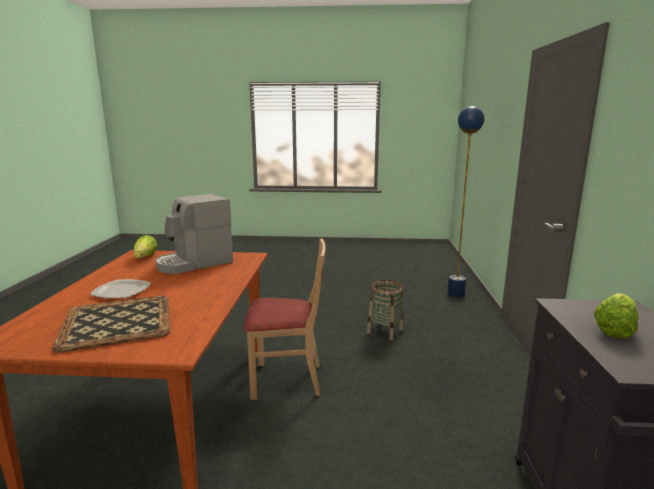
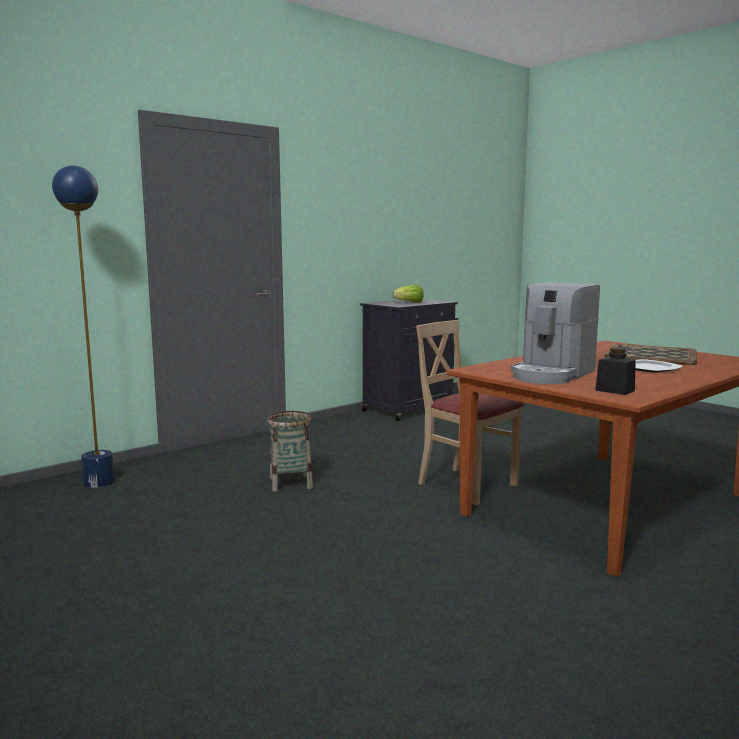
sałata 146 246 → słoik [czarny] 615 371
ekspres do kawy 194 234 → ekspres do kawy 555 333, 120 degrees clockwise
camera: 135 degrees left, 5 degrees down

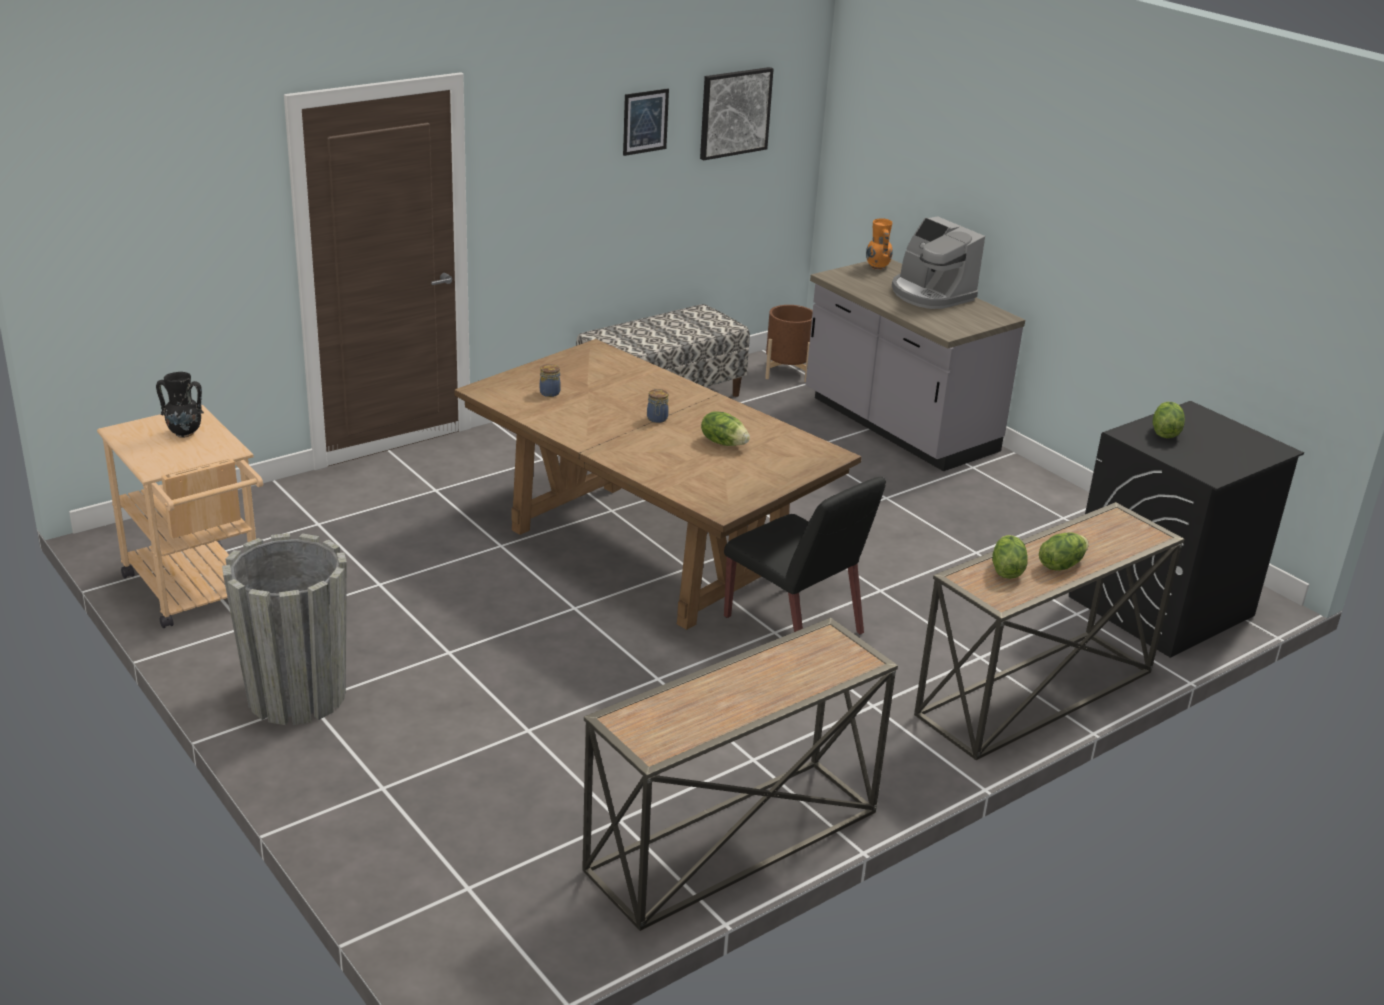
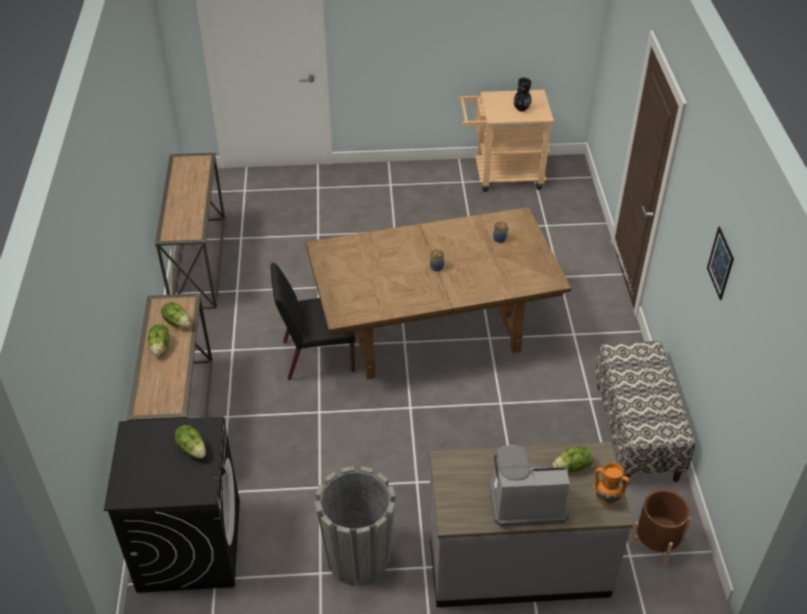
donica [szary] 284 629 → donica [szary] 355 526, shifted
obraz 737 113 → -
sałata 725 428 → sałata 572 459, shifted
camera: 125 degrees right, 15 degrees up

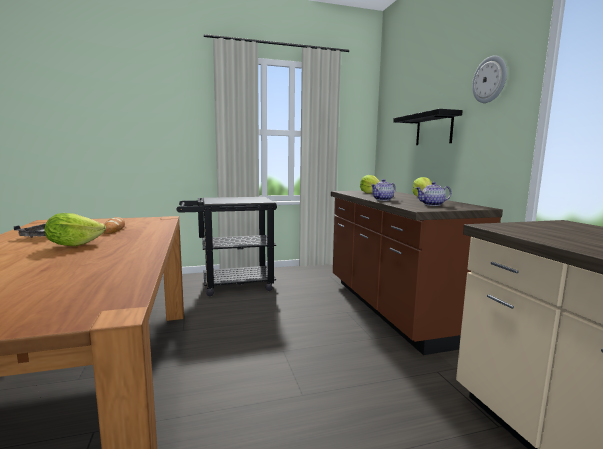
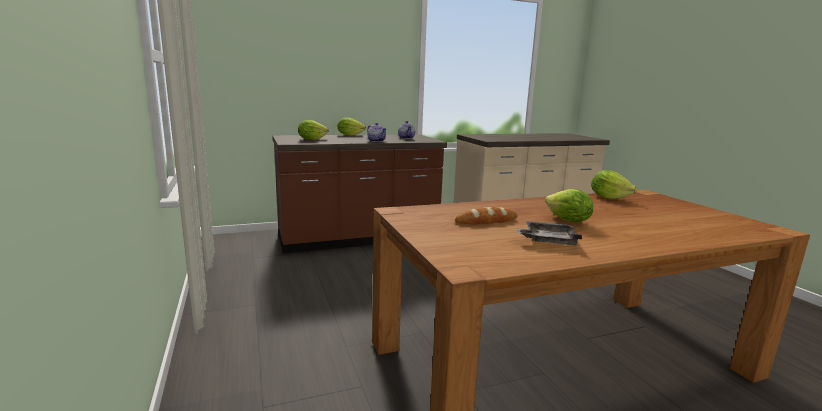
wózek [czarny] 226 246 → -
półka [czarny] 428 127 → -
zegar ścienny 489 79 → -
- → sałata 614 184
camera: 95 degrees left, 5 degrees up

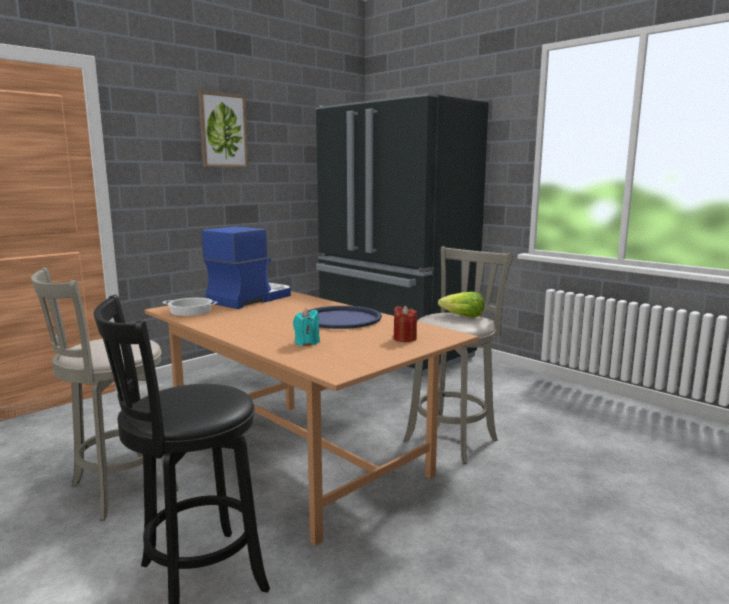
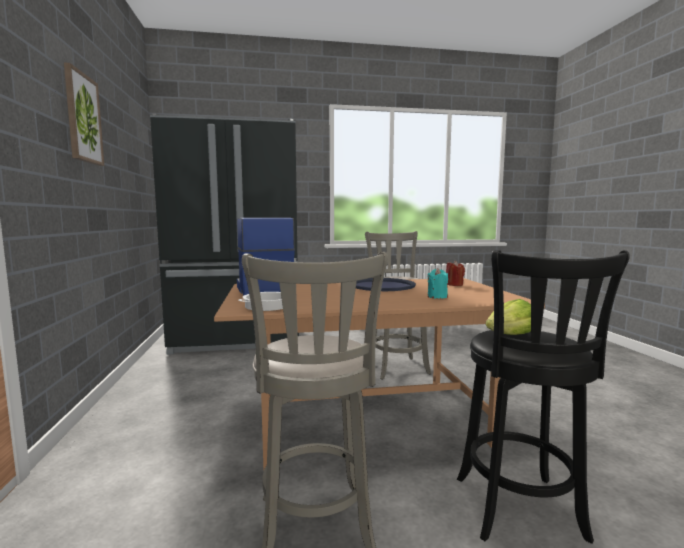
sałata 461 305 → sałata 508 317, shifted
camera: 55 degrees left, 5 degrees down

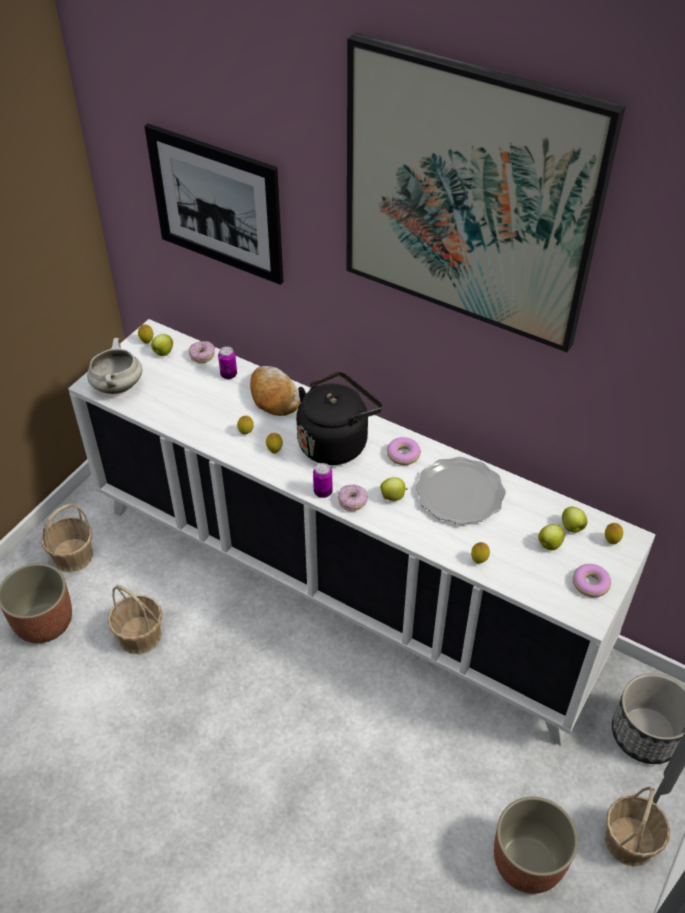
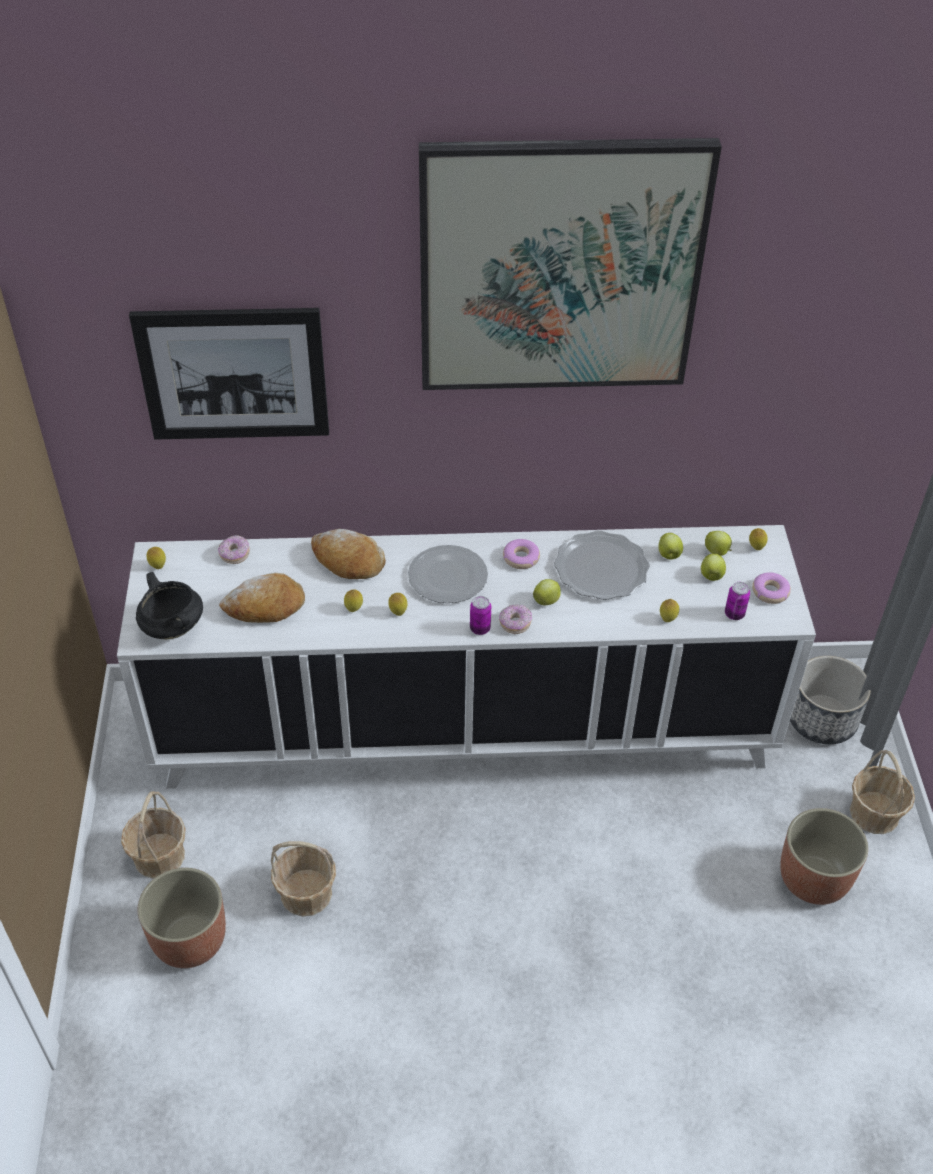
garnek [biały] 114 366 → garnek [czarny] 169 605
jabłko 162 345 → jabłko 670 546, shifted
puszka 227 362 → puszka 737 601, shifted
czajnik [czarny] 339 418 → talerz 448 574
- → chleb 262 598
camera: 35 degrees left, 0 degrees up

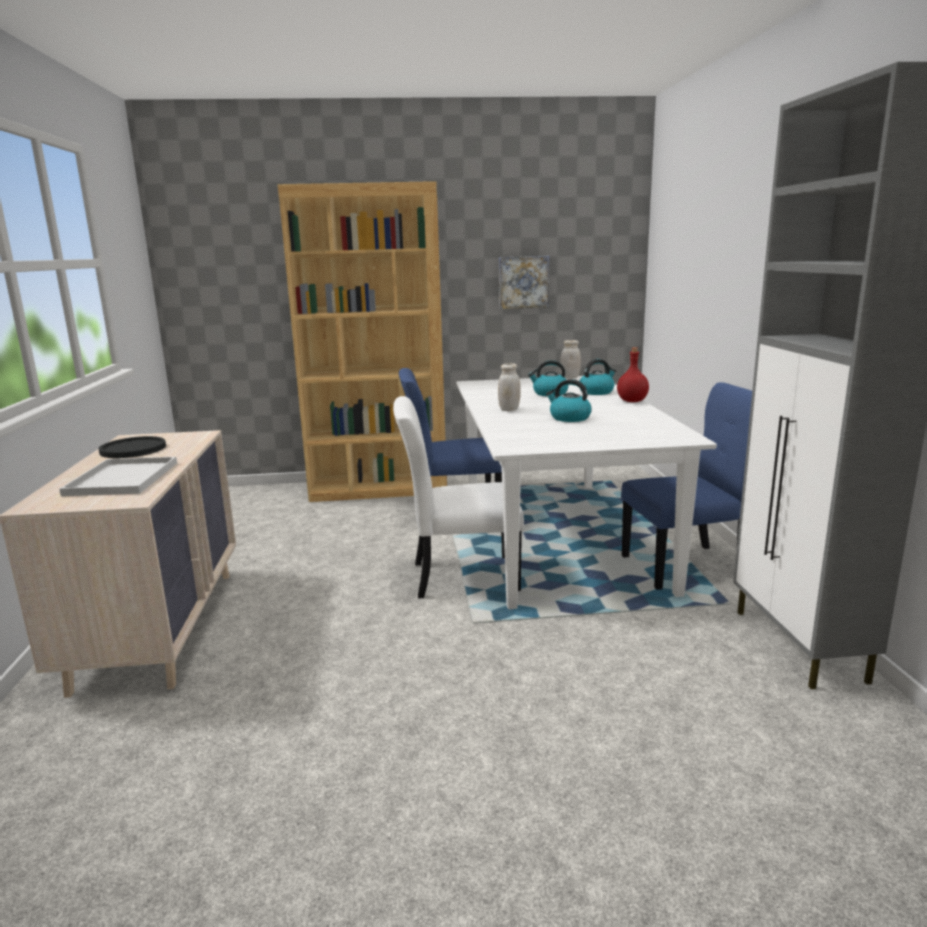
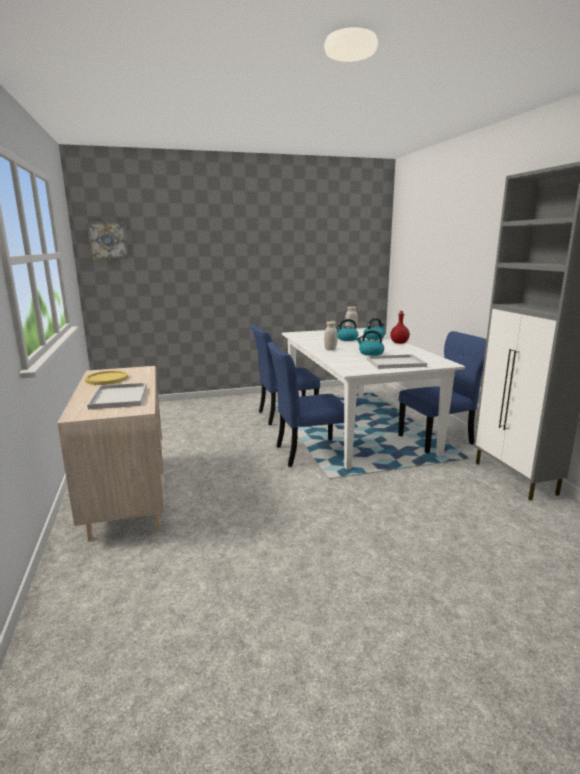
talerz [czarny] 132 447 → talerz [żółty] 106 378
regał [brązowy] 362 341 → -
krzesło [biały] 458 497 → krzesło [niebieski] 305 404
obraz 524 282 → obraz 108 240, shifted
- → taca [biały] 397 361
camera: 10 degrees left, 0 degrees up

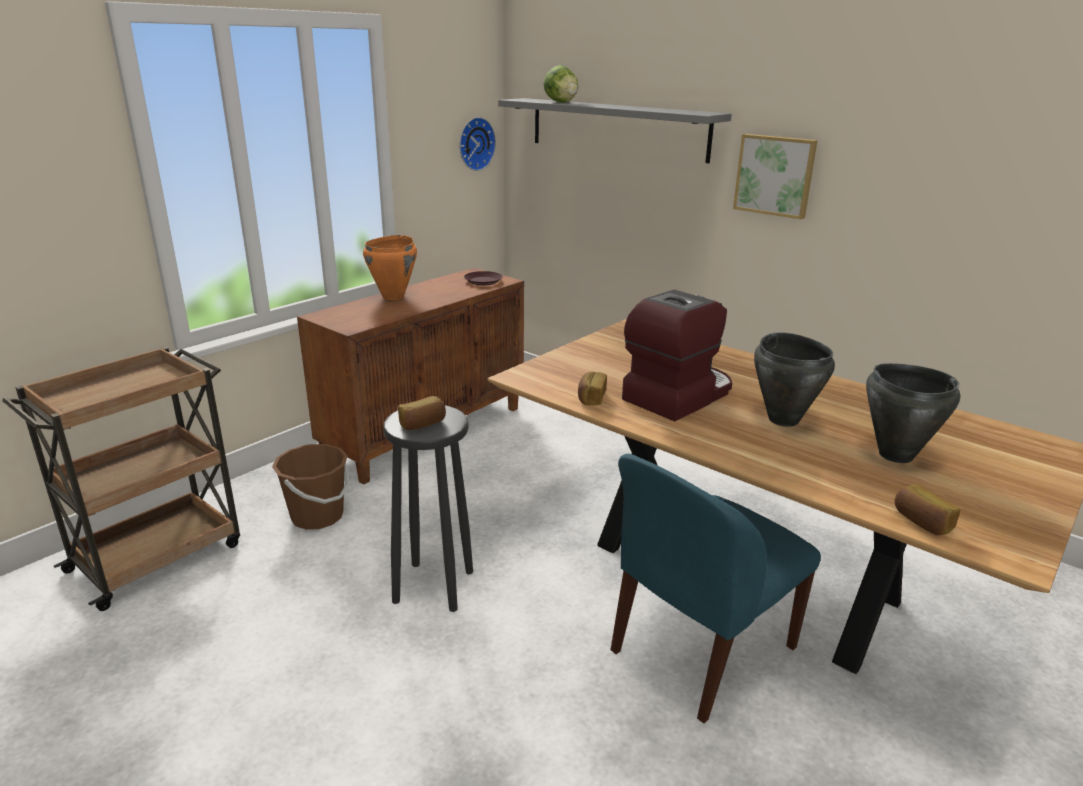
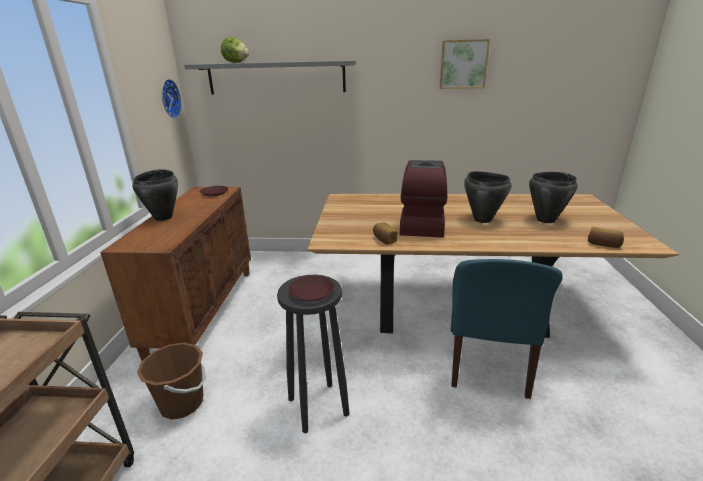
garnek [pomarańczowy] 390 267 → garnek [czarny] 155 195
chleb 422 413 → talerz [brązowy] 311 289
obraz 775 176 → obraz 465 64, shifted
camera: 35 degrees left, 0 degrees up

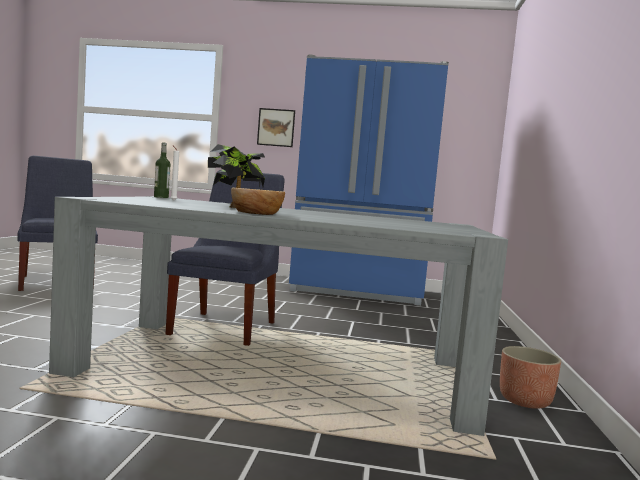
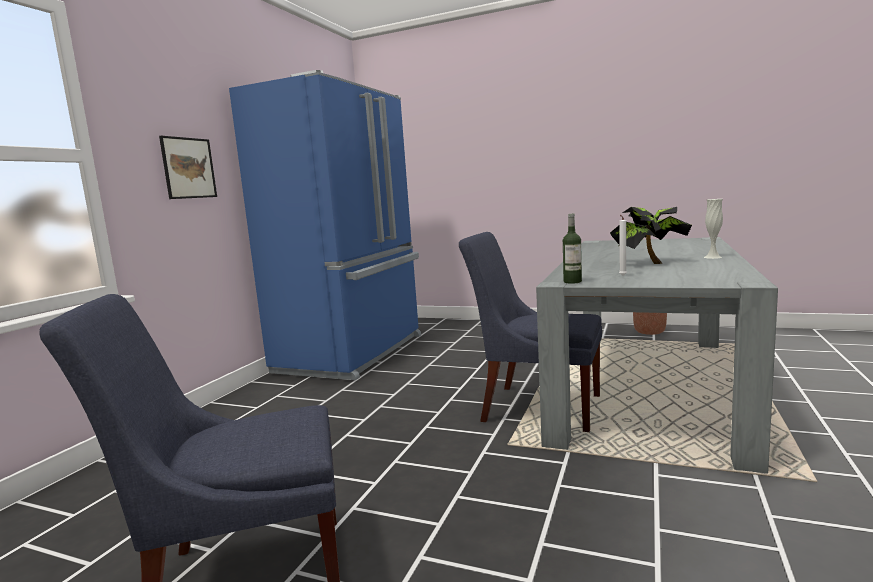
miska 258 201 → wazon [biały] 713 229
camera: 75 degrees left, 5 degrees up

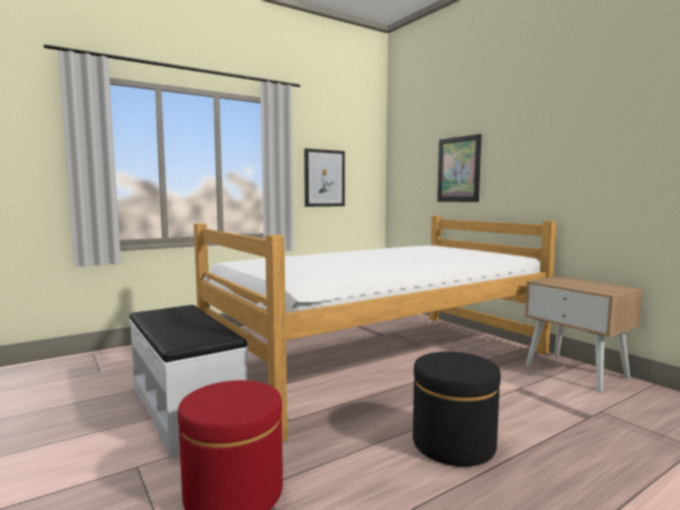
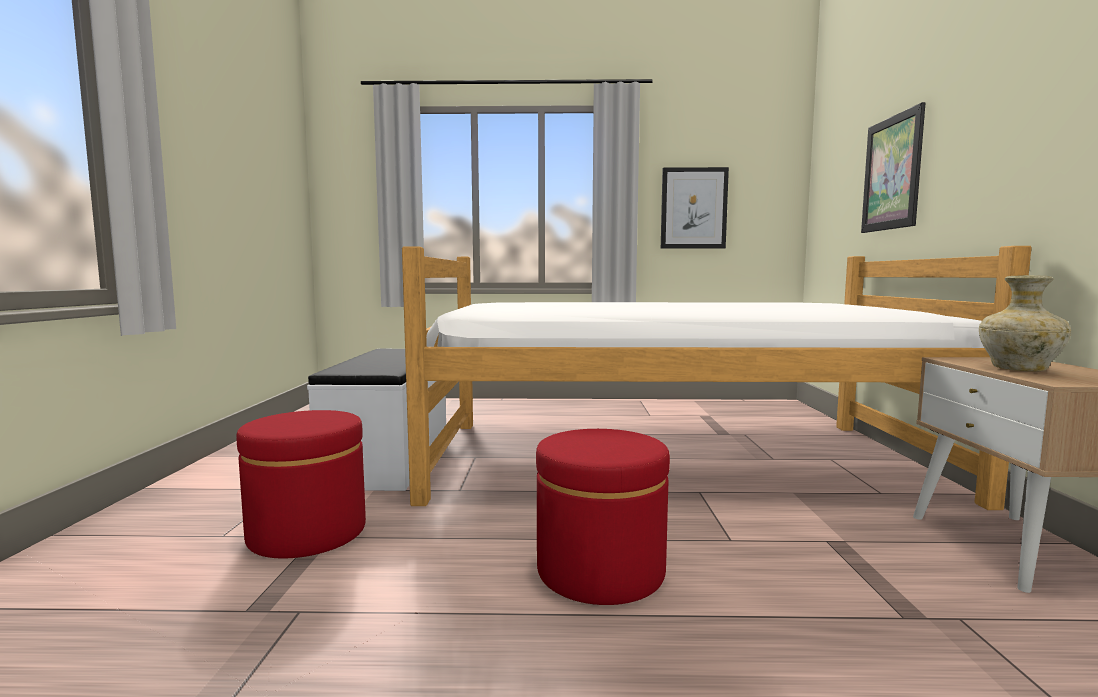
pufa [czarny] 457 409 → pufa [czerwony] 603 517
- → wazon [beżowy] 1025 323
camera: 35 degrees right, 0 degrees up

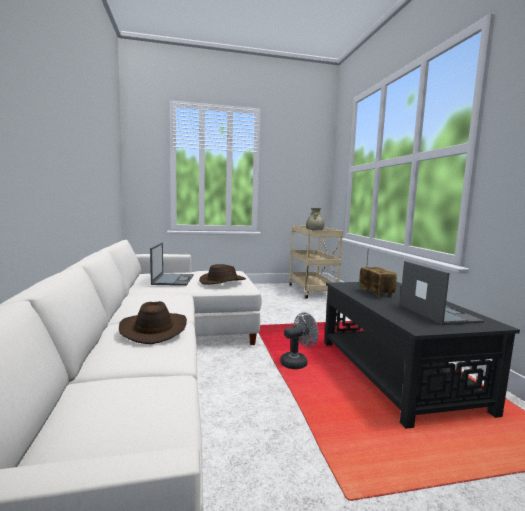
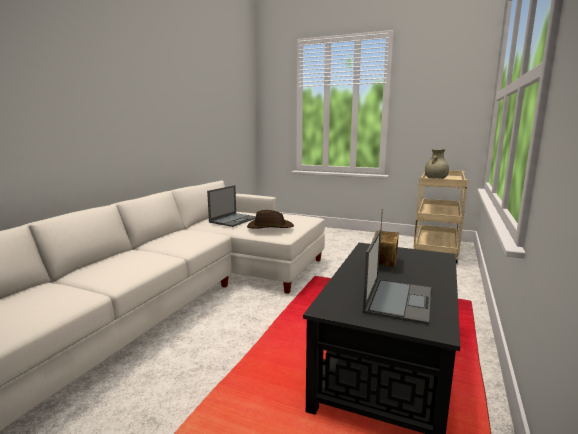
kapelusz [brązowy] 153 322 → -
wentylator [szary] 300 340 → -
camera: 35 degrees right, 5 degrees up

